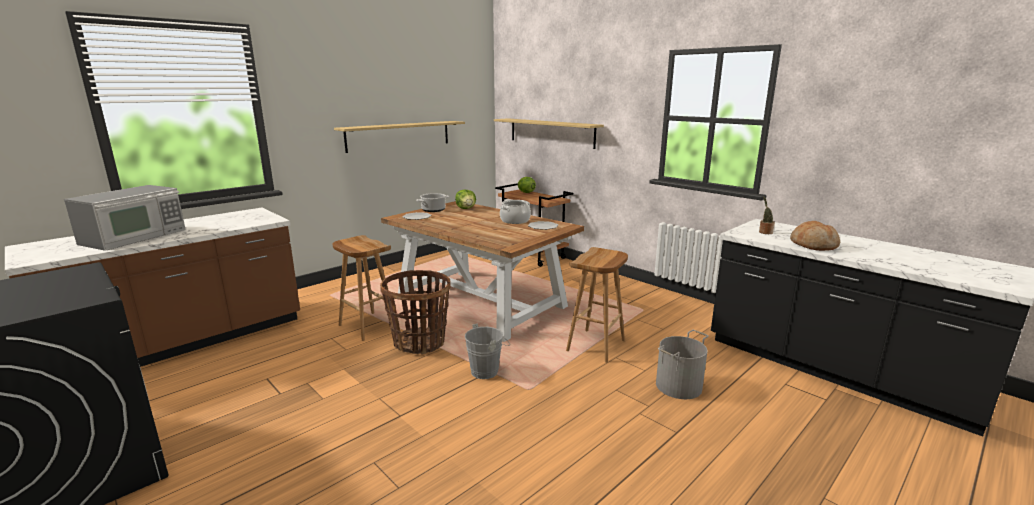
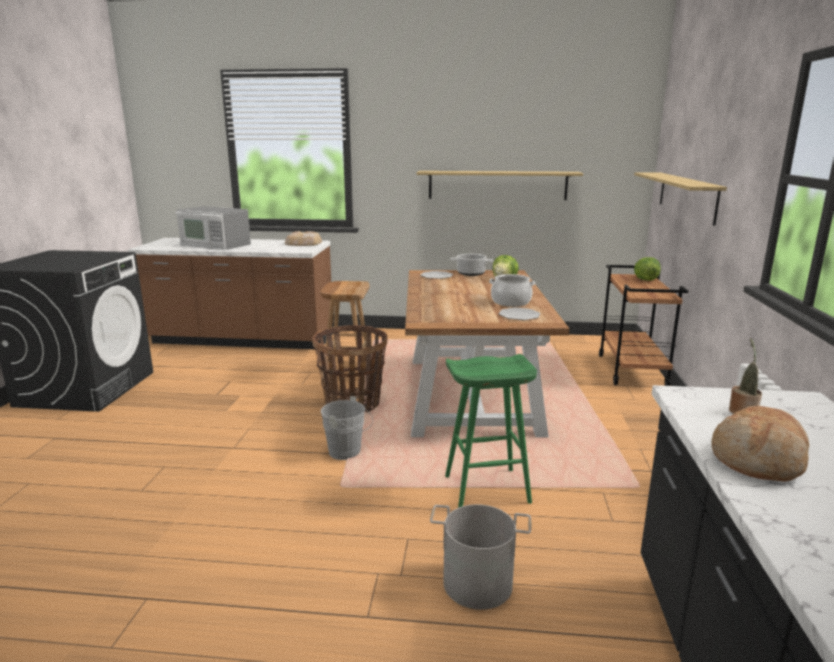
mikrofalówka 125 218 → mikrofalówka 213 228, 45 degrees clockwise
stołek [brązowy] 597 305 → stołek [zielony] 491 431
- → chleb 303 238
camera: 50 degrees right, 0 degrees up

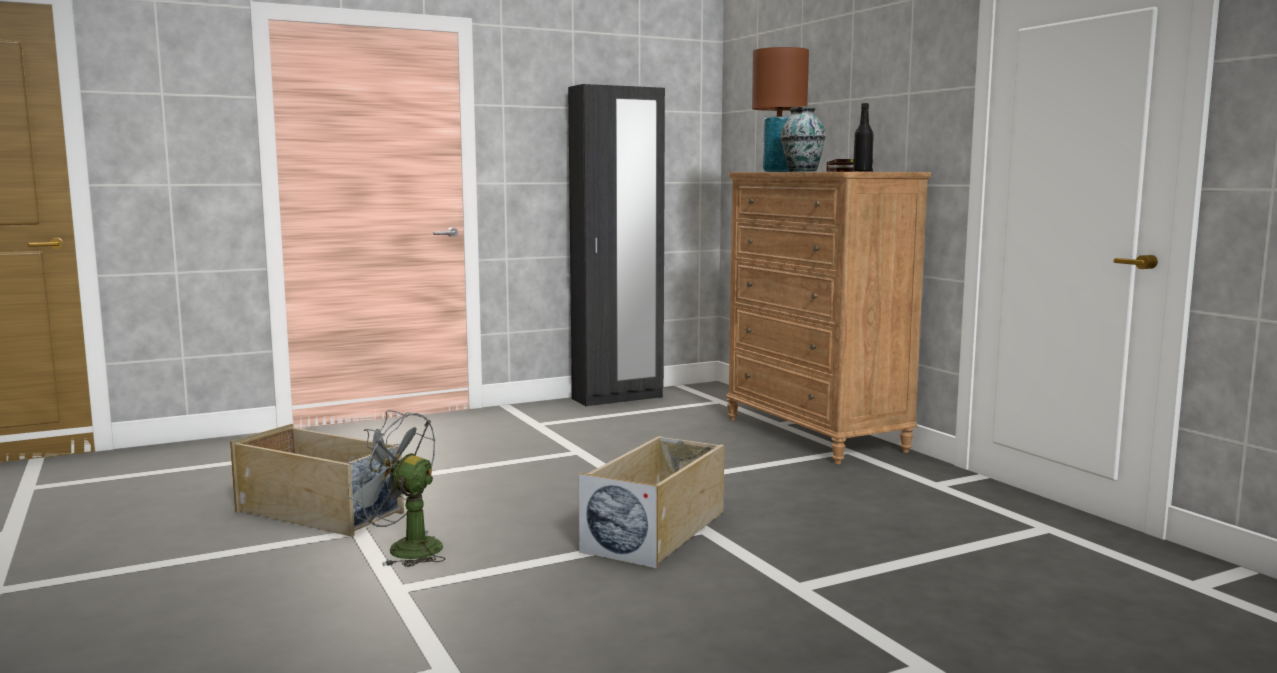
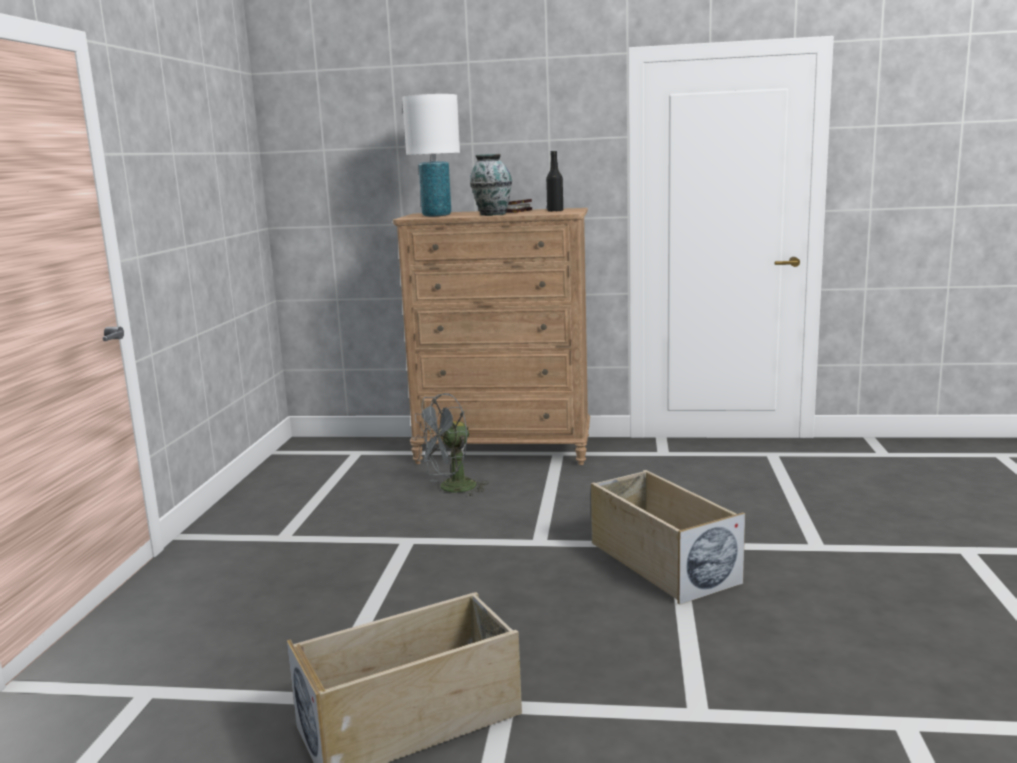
wentylator [szary] 395 488 → wentylator [szary] 451 445, shifted
szafa [czarny] 616 245 → -
lampa stołowa [brązowy] 780 109 → lampa stołowa [biały] 431 155
camera: 55 degrees left, 5 degrees up

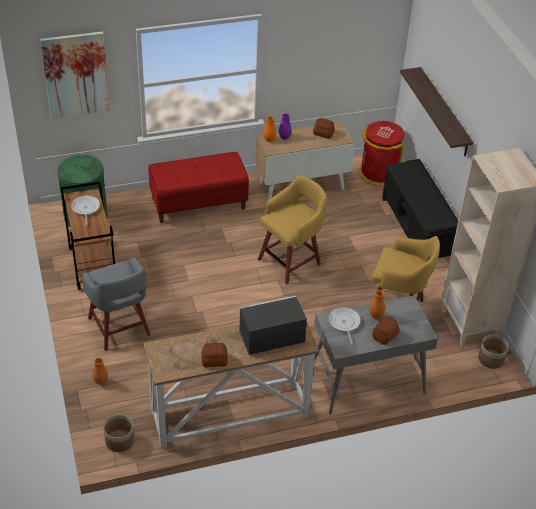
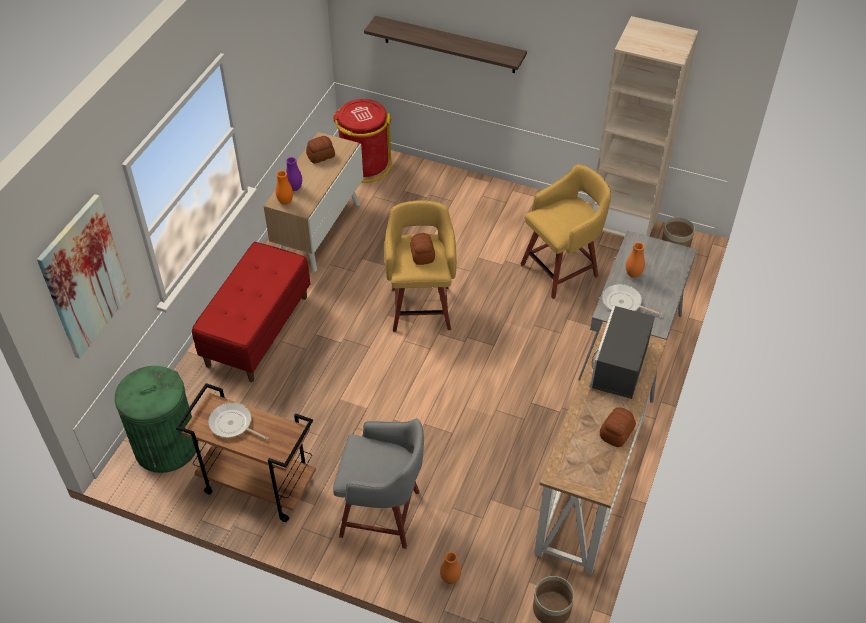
chleb 386 331 → chleb 422 249, shifted
ławka [czarny] 420 208 → -
camera: 50 degrees left, 5 degrees up

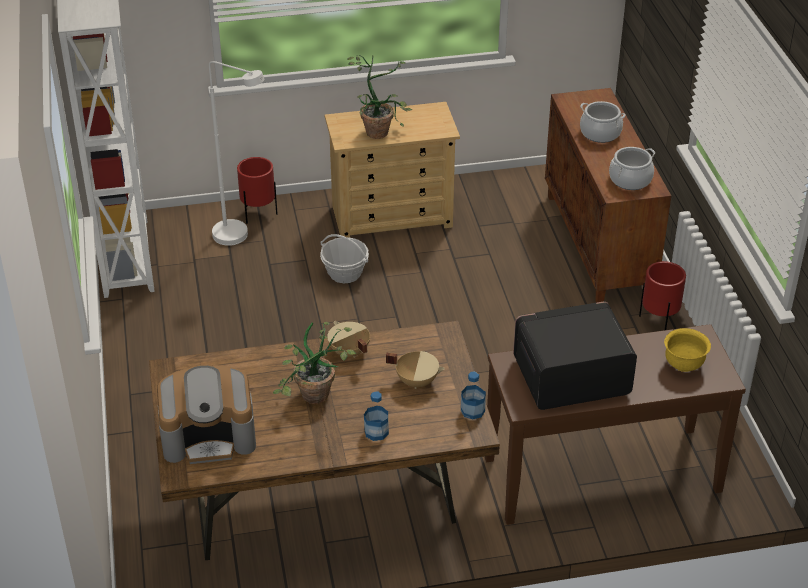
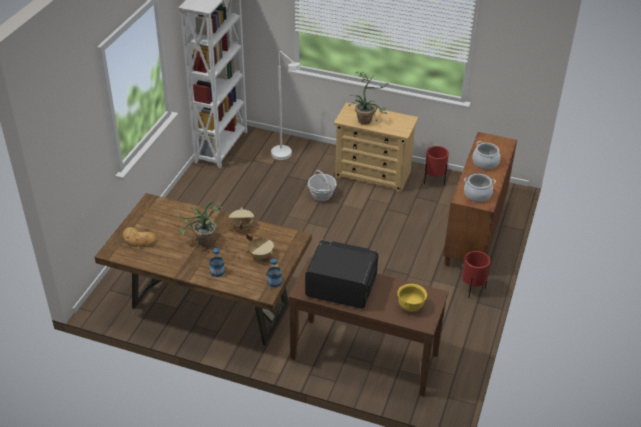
ekspres do kawy 206 414 → chleb 140 237
donica [czerwony] 257 190 → donica [czerwony] 436 165, shifted
camera: 30 degrees right, 0 degrees up

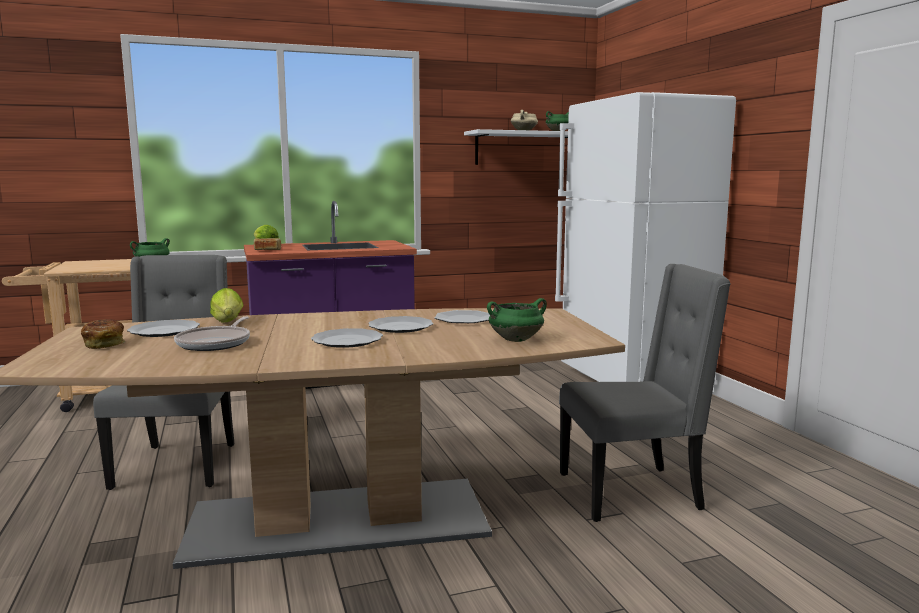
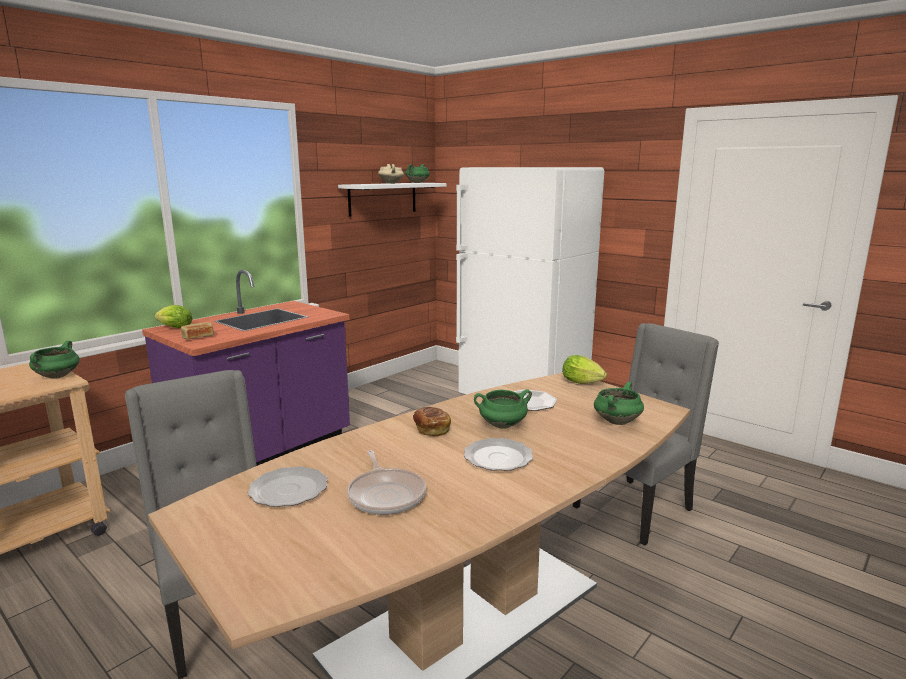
chleb 103 334 → chleb 432 421, shifted
sałata 226 305 → sałata 584 369, shifted
talerz 400 324 → garnek [zielony] 503 409
camera: 30 degrees left, 5 degrees up

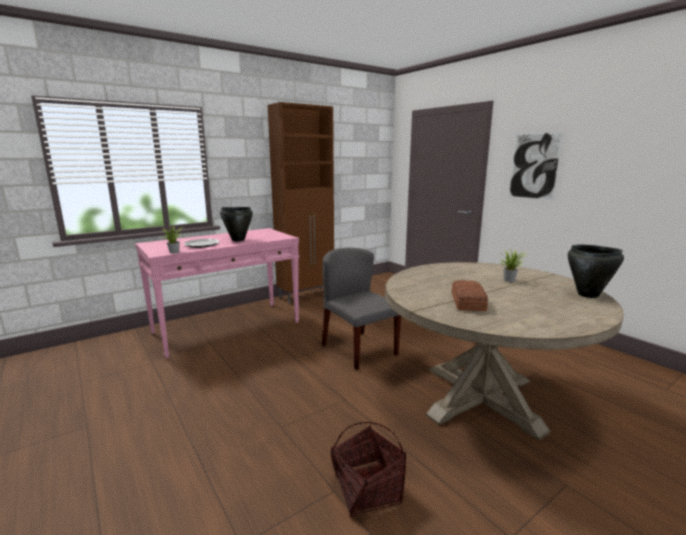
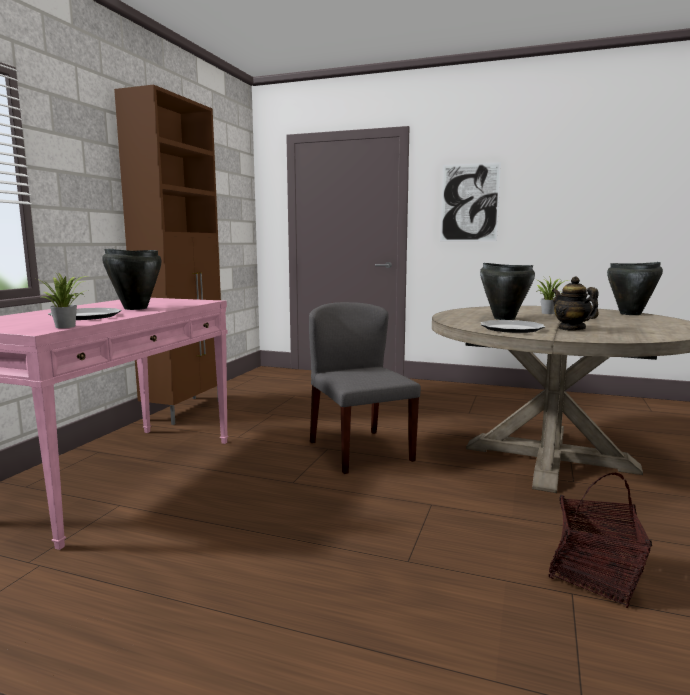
krzesło [szary] 361 308 → krzesło [szary] 365 388, 45 degrees clockwise
chleb 469 295 → imbryk 575 303
- → garnek [czarny] 507 291
- → talerz 513 326
camera: 35 degrees left, 5 degrees down

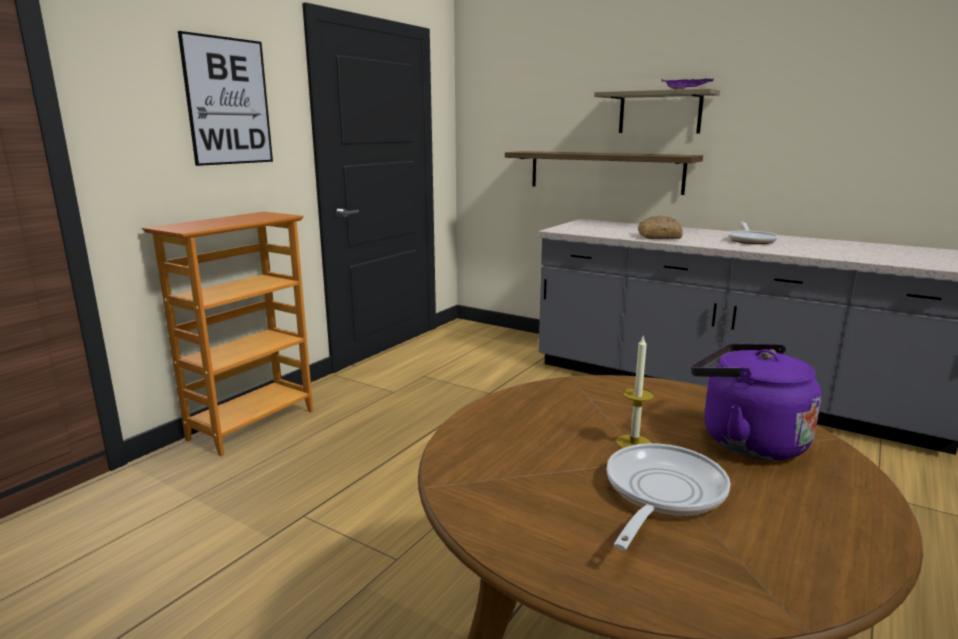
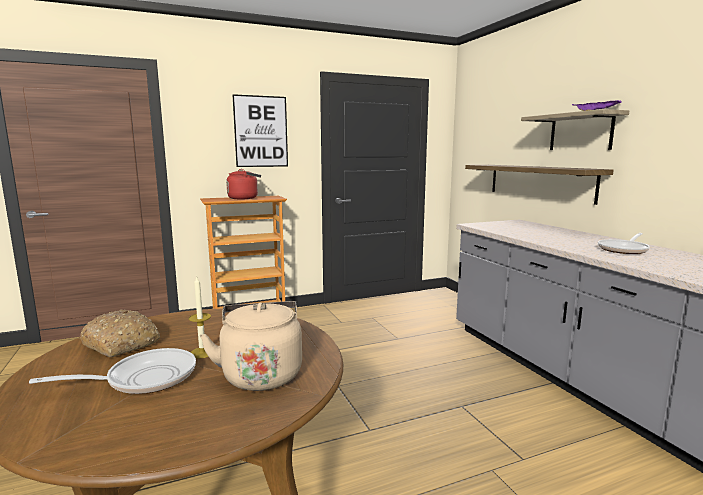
chleb 660 227 → chleb 120 333, shifted
czajnik [fioletowy] 756 402 → czajnik [beżowy] 251 346
- → czajnik [czerwony] 243 184
camera: 35 degrees right, 5 degrees down

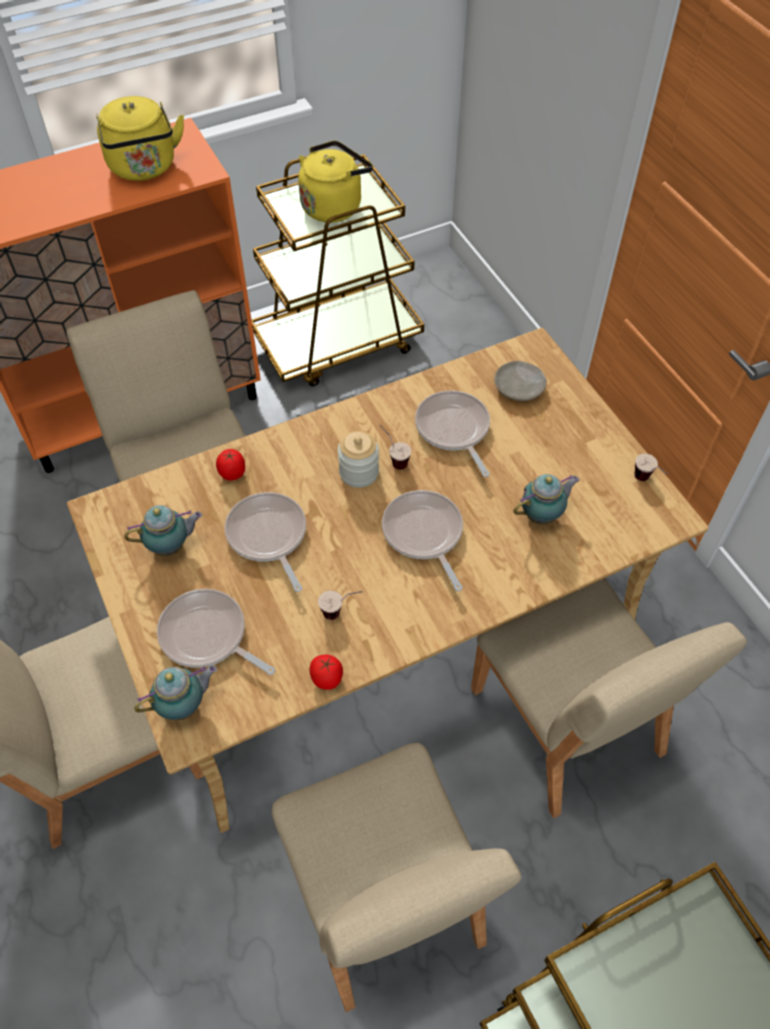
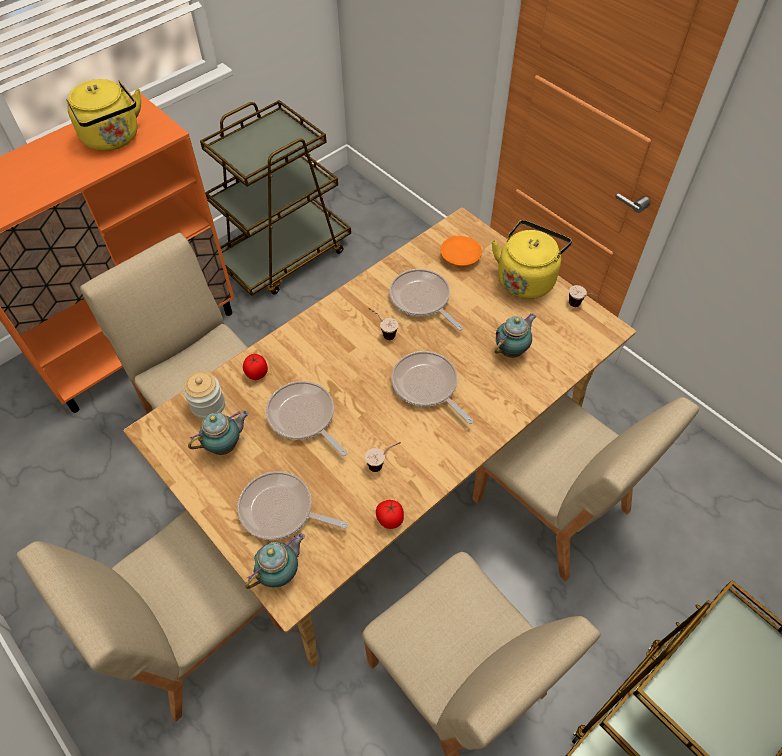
czajnik [żółty] 335 181 → czajnik [żółty] 531 259, shifted
słoik 358 459 → słoik 204 395, shifted
talerz [beżowy] 520 381 → talerz [pomarańczowy] 461 251
camera: 15 degrees left, 0 degrees up

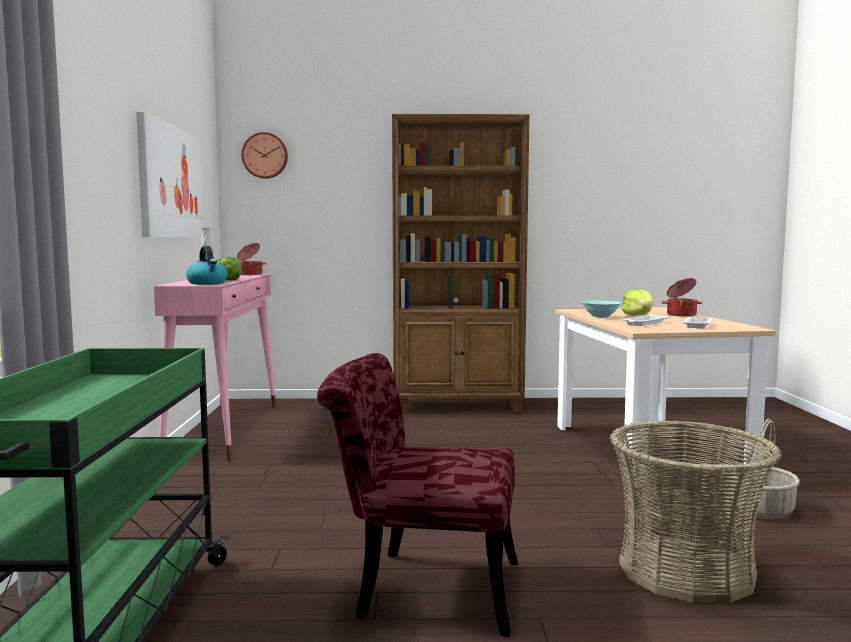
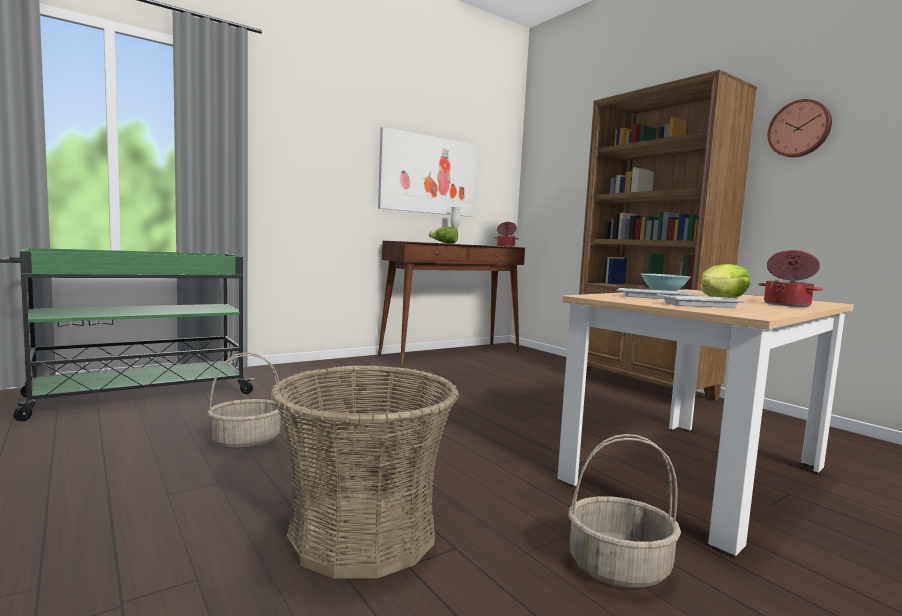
stolik konsolowy [różowy] 215 368 → stolik konsolowy [brązowy] 451 303
czajnik 206 265 → -
zegar ścienny 264 155 → zegar ścienny 799 128, shifted
krzesło [czerwony] 417 495 → koszyk 243 401
camera: 55 degrees right, 0 degrees up

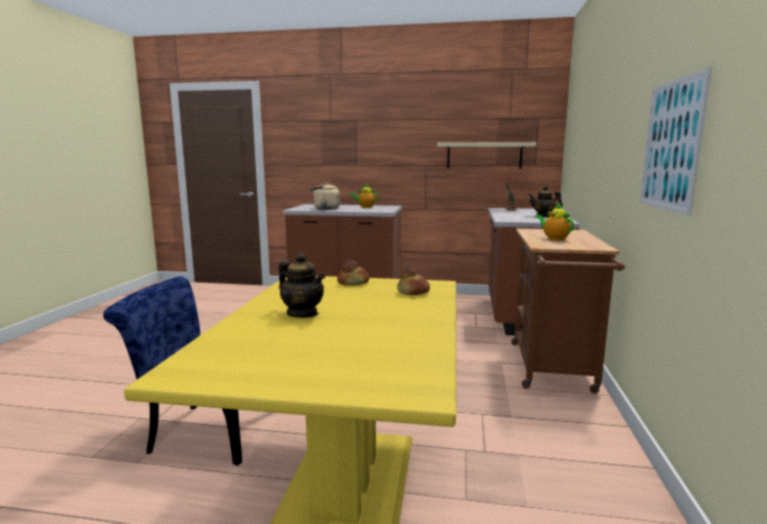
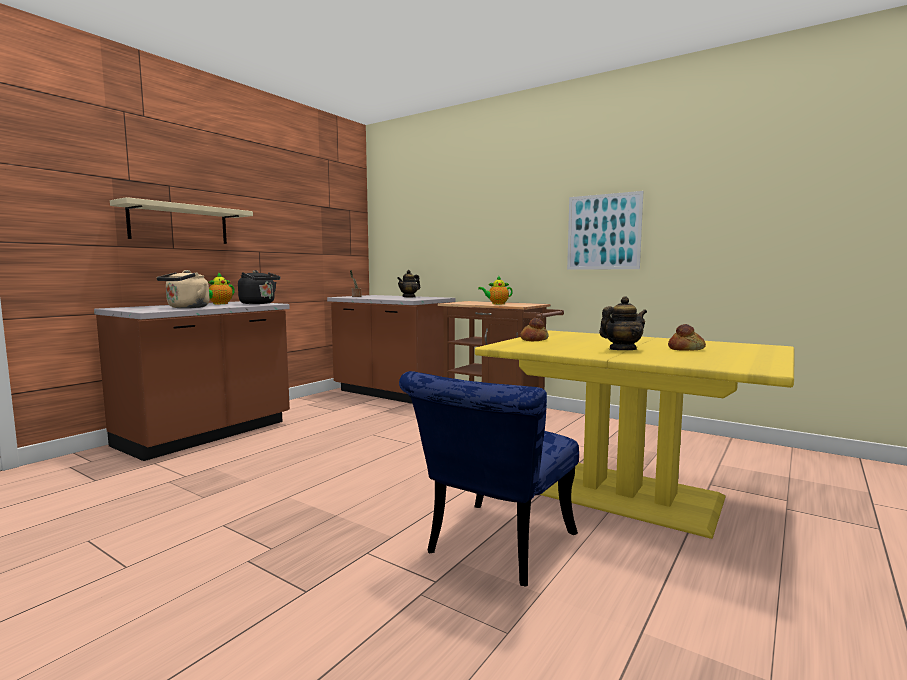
chleb 413 280 → chleb 687 337, shifted
półka [beżowy] 486 155 → półka [beżowy] 181 220, shifted
- → czajnik [czarny] 259 287
camera: 65 degrees left, 5 degrees down

